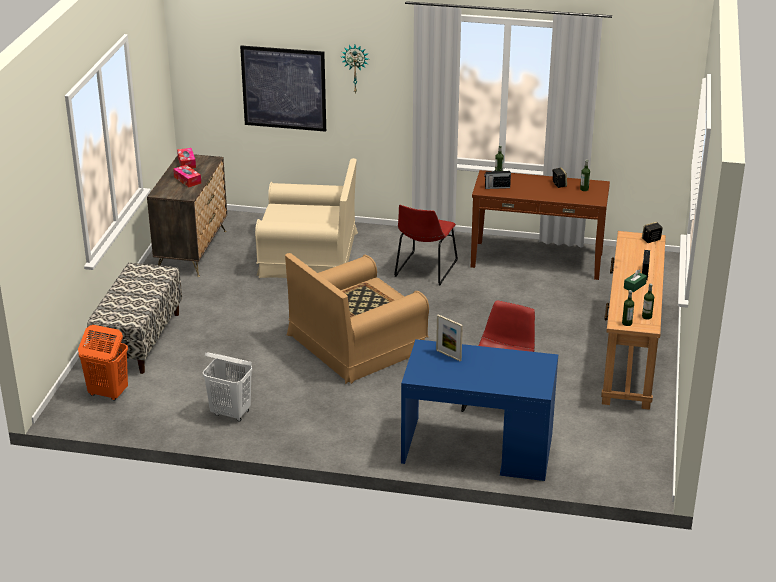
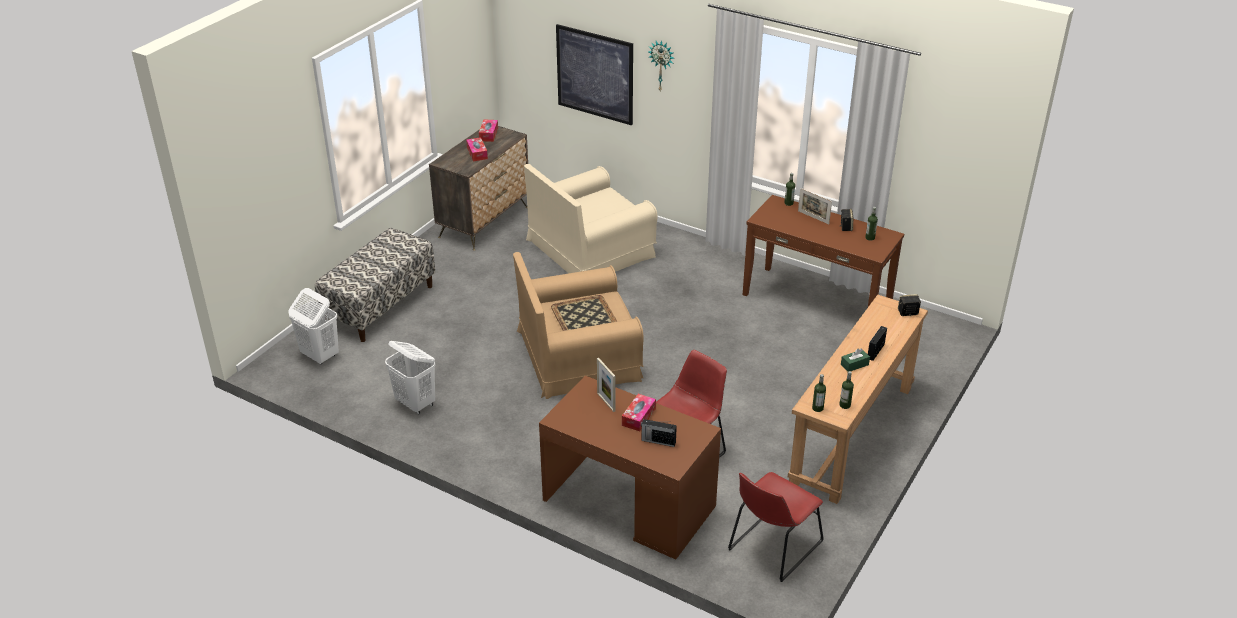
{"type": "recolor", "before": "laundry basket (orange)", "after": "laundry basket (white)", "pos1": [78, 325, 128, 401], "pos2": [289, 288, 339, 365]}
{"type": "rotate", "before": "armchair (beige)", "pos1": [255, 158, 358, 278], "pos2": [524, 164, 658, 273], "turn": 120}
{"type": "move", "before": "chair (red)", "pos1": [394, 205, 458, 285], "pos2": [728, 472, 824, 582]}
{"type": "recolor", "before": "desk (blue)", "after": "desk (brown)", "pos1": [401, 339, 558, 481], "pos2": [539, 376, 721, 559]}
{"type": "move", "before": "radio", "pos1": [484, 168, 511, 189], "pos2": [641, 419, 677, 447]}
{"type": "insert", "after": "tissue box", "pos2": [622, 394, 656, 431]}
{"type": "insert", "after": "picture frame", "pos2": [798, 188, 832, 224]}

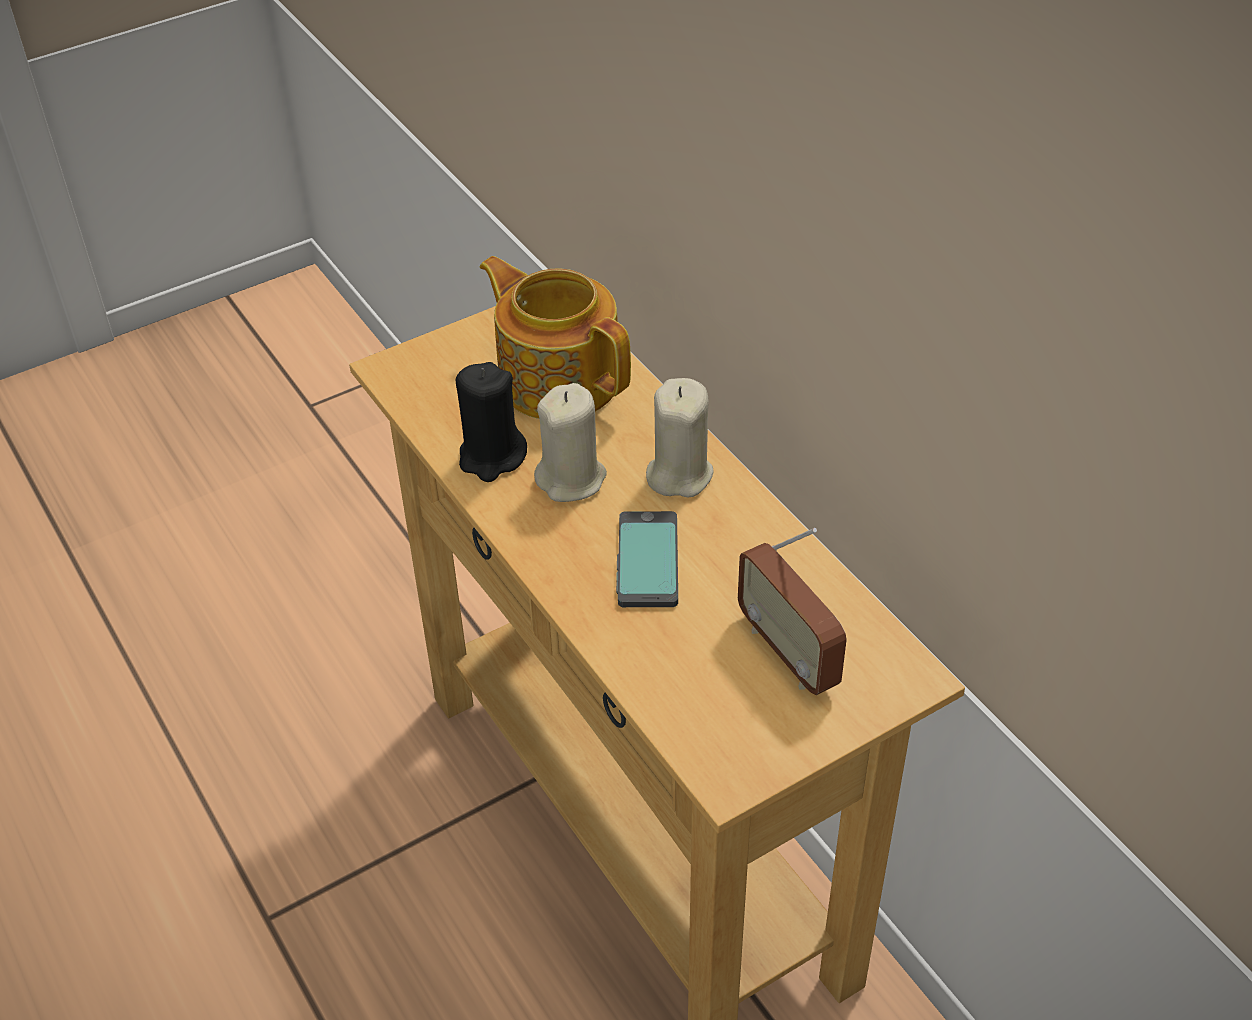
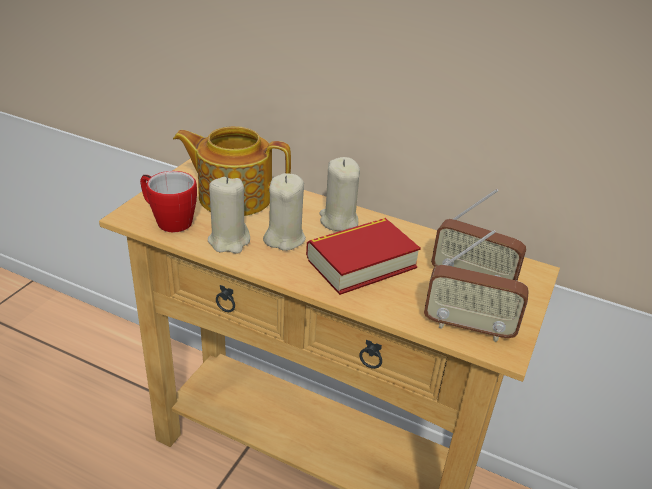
{"type": "recolor", "before": "candle (black)", "after": "candle (beige)", "pos1": [456, 362, 527, 482], "pos2": [208, 177, 250, 254]}
{"type": "replace", "before": "phone", "after": "book", "pos1": [616, 511, 678, 607], "pos2": [306, 218, 421, 295]}
{"type": "insert", "after": "mug", "pos2": [140, 171, 197, 232]}
{"type": "insert", "after": "radio", "pos2": [424, 230, 529, 342]}

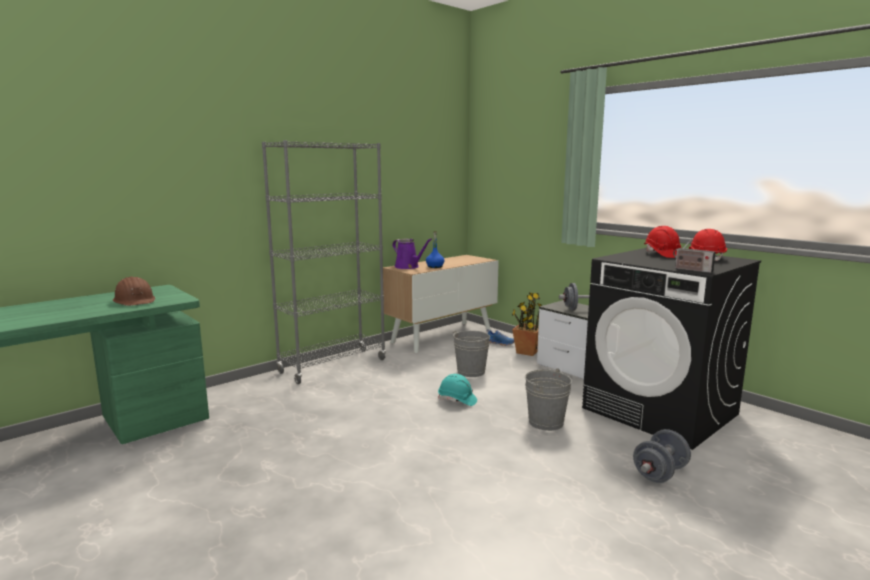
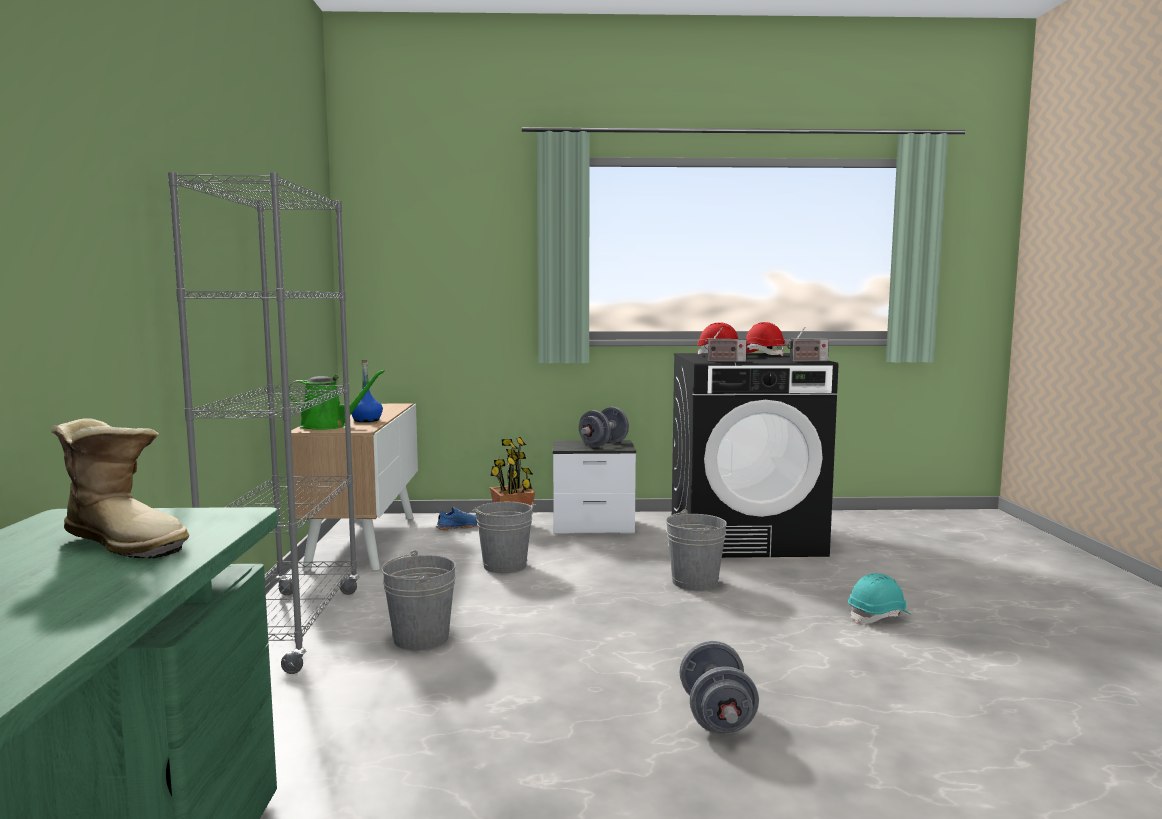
{"type": "replace", "before": "hard hat (brown)", "after": "boot", "pos1": [113, 277, 155, 306], "pos2": [51, 418, 189, 559]}
{"type": "recolor", "before": "watering can (purple)", "after": "watering can (green)", "pos1": [392, 238, 432, 269], "pos2": [289, 370, 385, 430]}
{"type": "move", "before": "hard hat (turquoise)", "pos1": [438, 374, 477, 406], "pos2": [848, 573, 911, 624]}
{"type": "move", "before": "dumbbell (grey)", "pos1": [633, 429, 691, 483], "pos2": [680, 641, 759, 734]}
{"type": "insert", "after": "bucket (grey)", "pos2": [381, 550, 456, 650]}
{"type": "insert", "after": "radio", "pos2": [704, 327, 747, 362]}

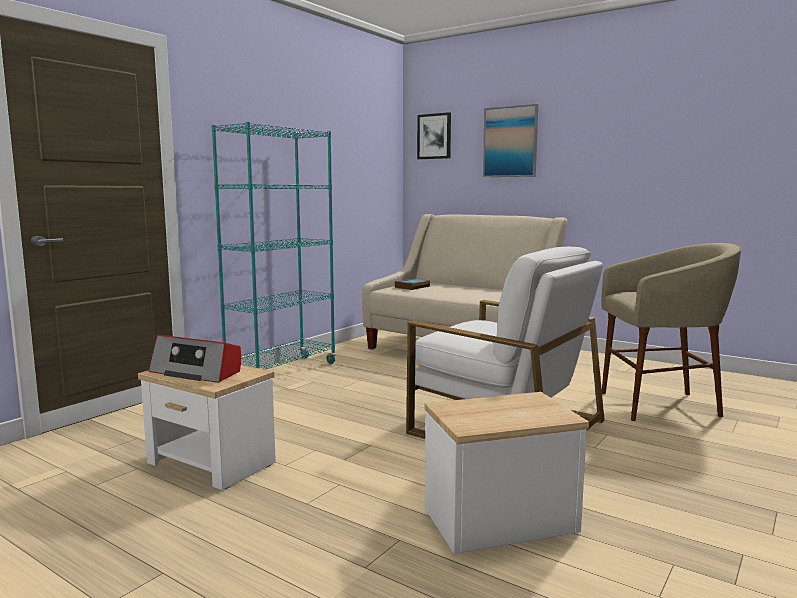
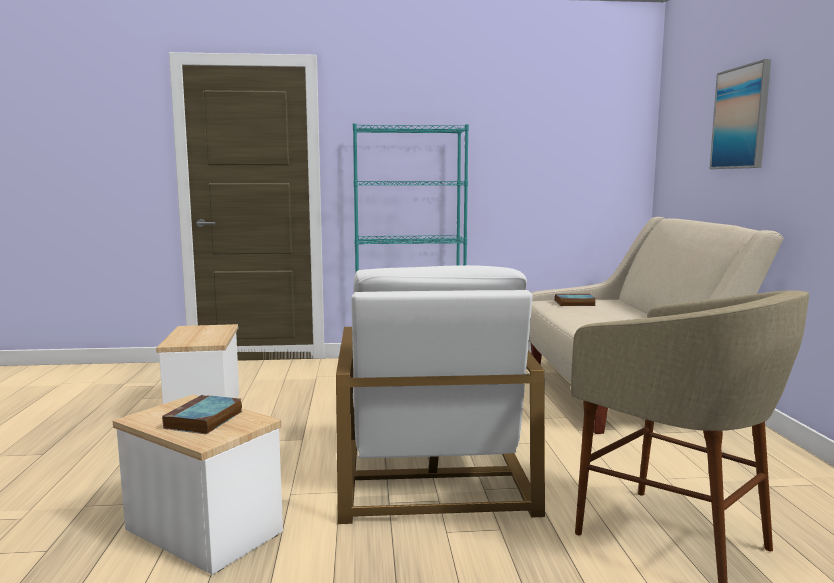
{"type": "delete", "before": "radio", "pos1": [148, 335, 241, 383]}
{"type": "delete", "before": "picture", "pos1": [417, 112, 451, 159]}
{"type": "insert", "after": "book", "pos2": [162, 395, 242, 434]}

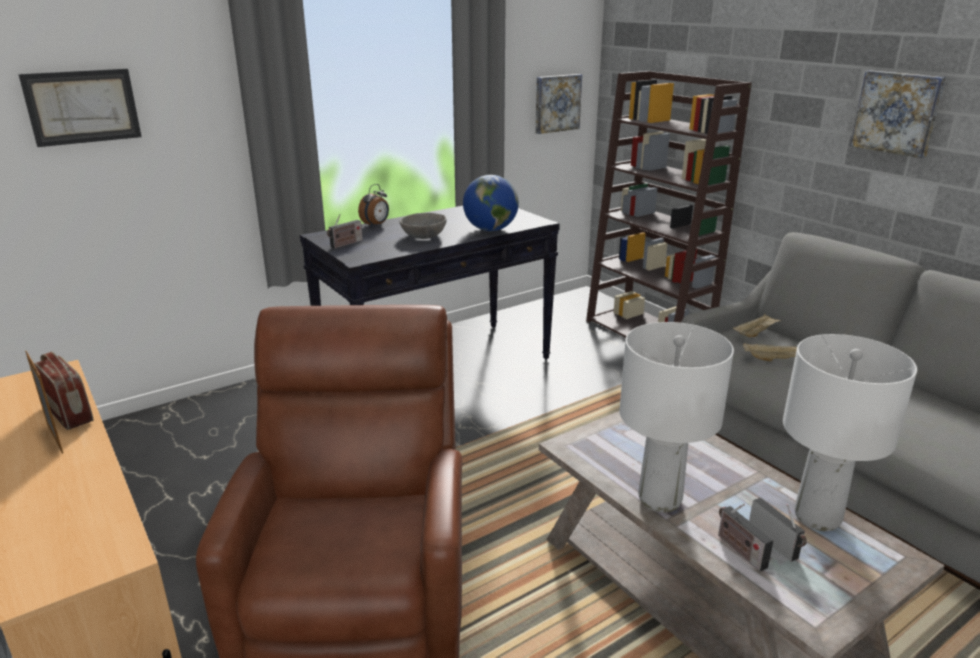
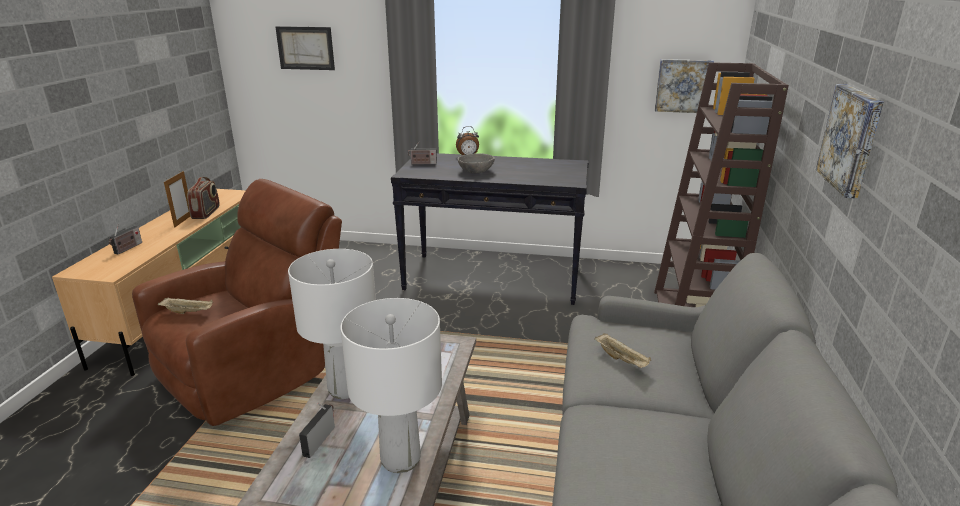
{"type": "delete", "before": "globe", "pos1": [463, 175, 519, 231]}
{"type": "move", "before": "tray (beige)", "pos1": [733, 314, 782, 337], "pos2": [158, 297, 213, 314]}
{"type": "move", "before": "radio", "pos1": [749, 498, 807, 562], "pos2": [109, 224, 142, 255]}

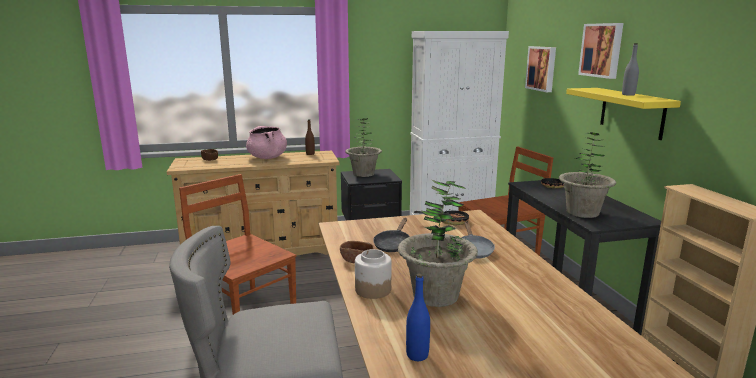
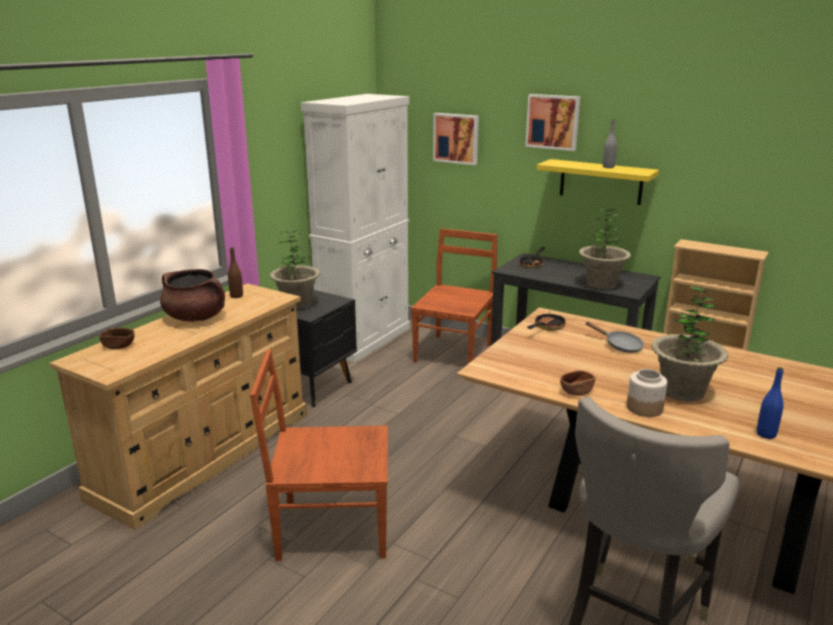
{"type": "recolor", "before": "cooking pot (pink)", "after": "cooking pot (brown)", "pos1": [246, 126, 287, 159], "pos2": [160, 269, 225, 321]}
{"type": "delete", "before": "frying pan (black)", "pos1": [373, 218, 410, 252]}

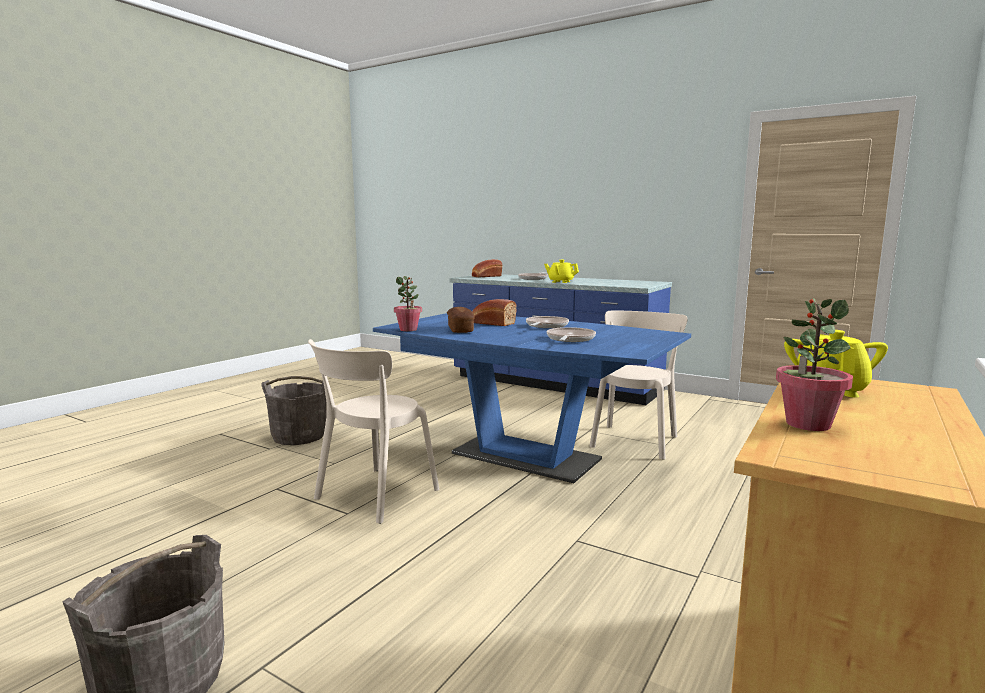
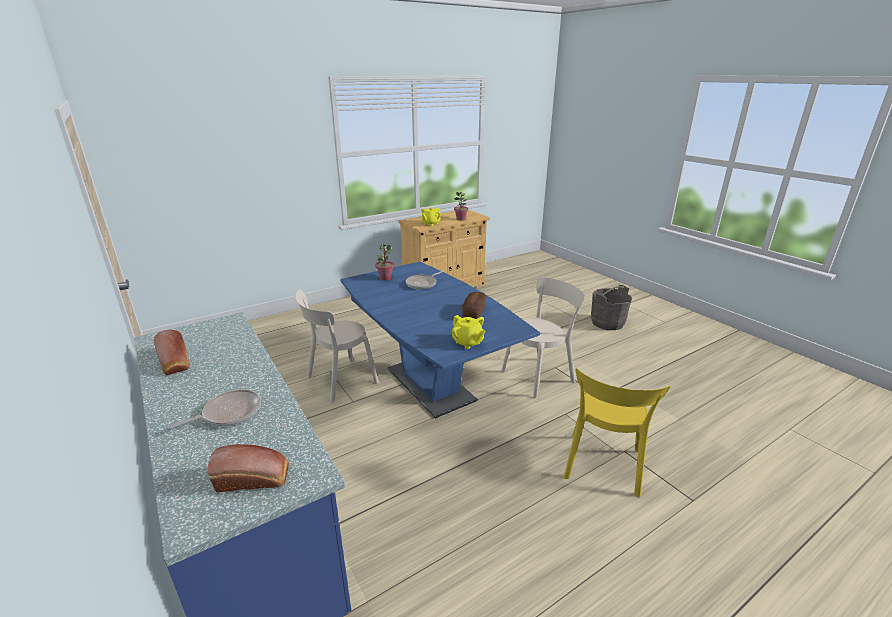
{"type": "replace", "before": "bucket (grey)", "after": "chair (yellow)", "pos1": [261, 376, 327, 445], "pos2": [564, 368, 671, 498]}
{"type": "move", "before": "potted plant", "pos1": [394, 276, 422, 331], "pos2": [375, 243, 394, 280]}
{"type": "move", "before": "bread", "pos1": [473, 299, 517, 326], "pos2": [154, 330, 190, 375]}
{"type": "delete", "before": "frying pan", "pos1": [526, 316, 569, 328]}
{"type": "move", "before": "teapot (yellow)", "pos1": [544, 260, 579, 283], "pos2": [452, 315, 485, 349]}

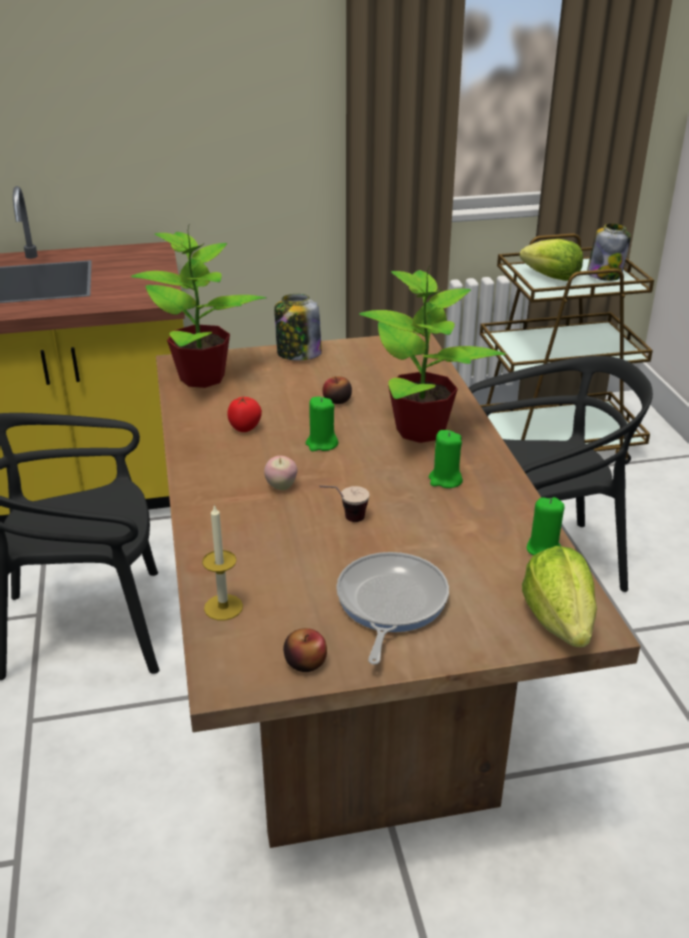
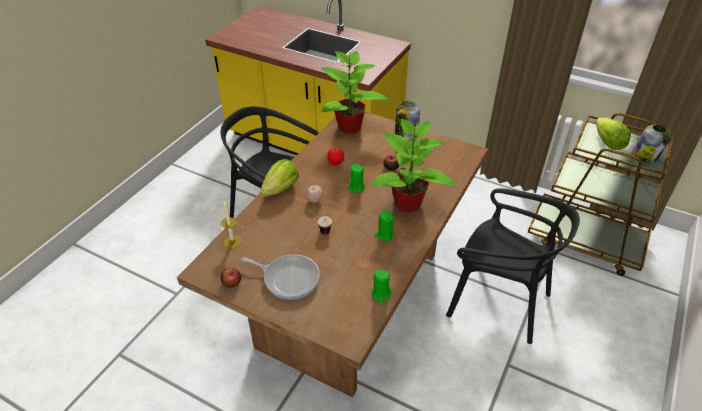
{"type": "rotate", "before": "frying pan", "pos1": [336, 552, 449, 665], "pos2": [242, 254, 320, 300], "turn": 60}
{"type": "move", "before": "lettuce", "pos1": [522, 546, 597, 647], "pos2": [260, 159, 299, 196]}

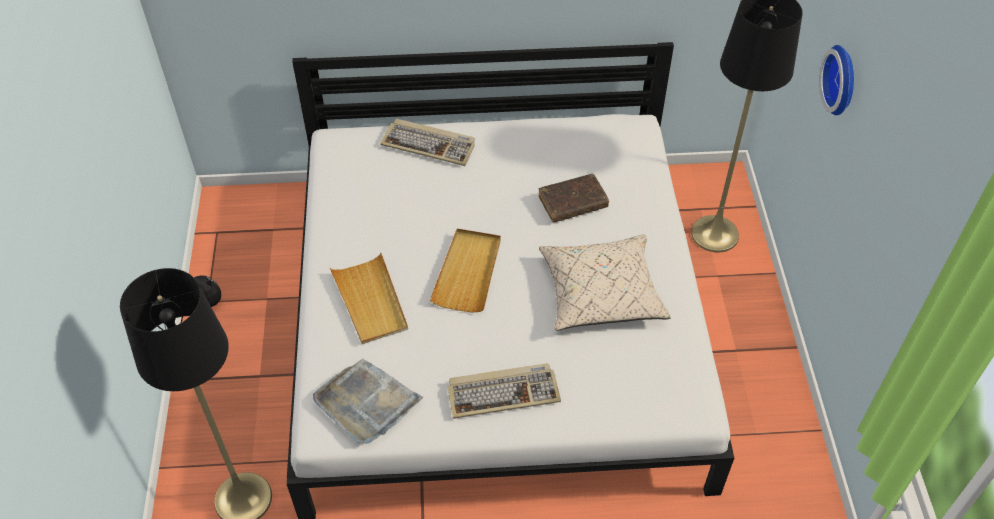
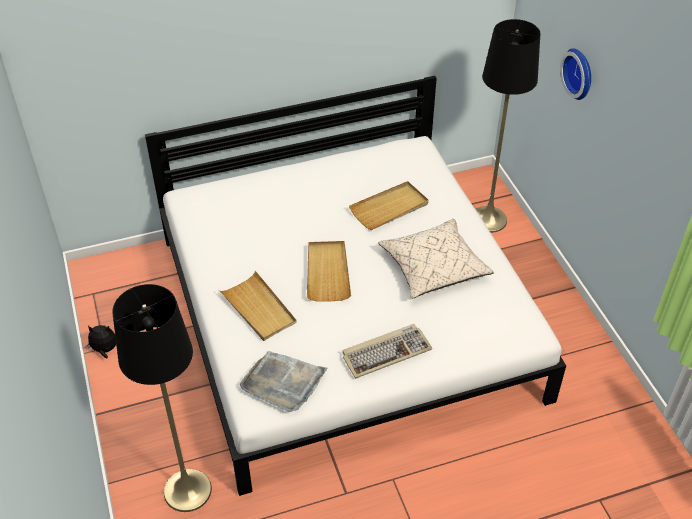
{"type": "delete", "before": "keyboard", "pos1": [380, 119, 475, 166]}
{"type": "replace", "before": "book (brown)", "after": "tray (beige)", "pos1": [539, 174, 609, 222], "pos2": [349, 181, 429, 230]}

